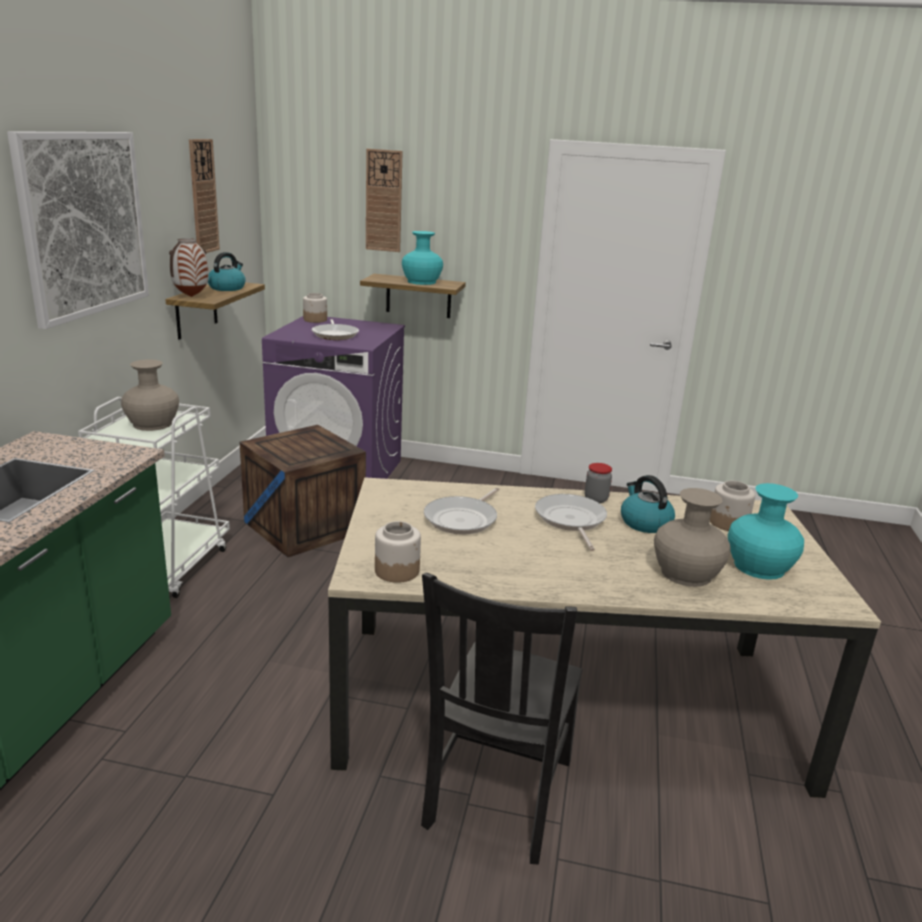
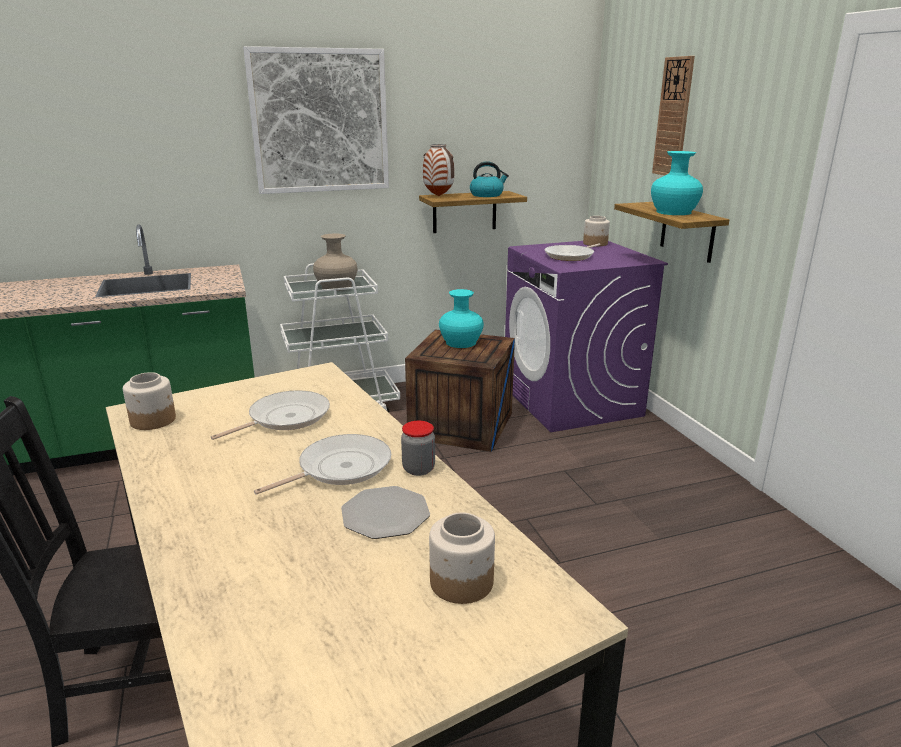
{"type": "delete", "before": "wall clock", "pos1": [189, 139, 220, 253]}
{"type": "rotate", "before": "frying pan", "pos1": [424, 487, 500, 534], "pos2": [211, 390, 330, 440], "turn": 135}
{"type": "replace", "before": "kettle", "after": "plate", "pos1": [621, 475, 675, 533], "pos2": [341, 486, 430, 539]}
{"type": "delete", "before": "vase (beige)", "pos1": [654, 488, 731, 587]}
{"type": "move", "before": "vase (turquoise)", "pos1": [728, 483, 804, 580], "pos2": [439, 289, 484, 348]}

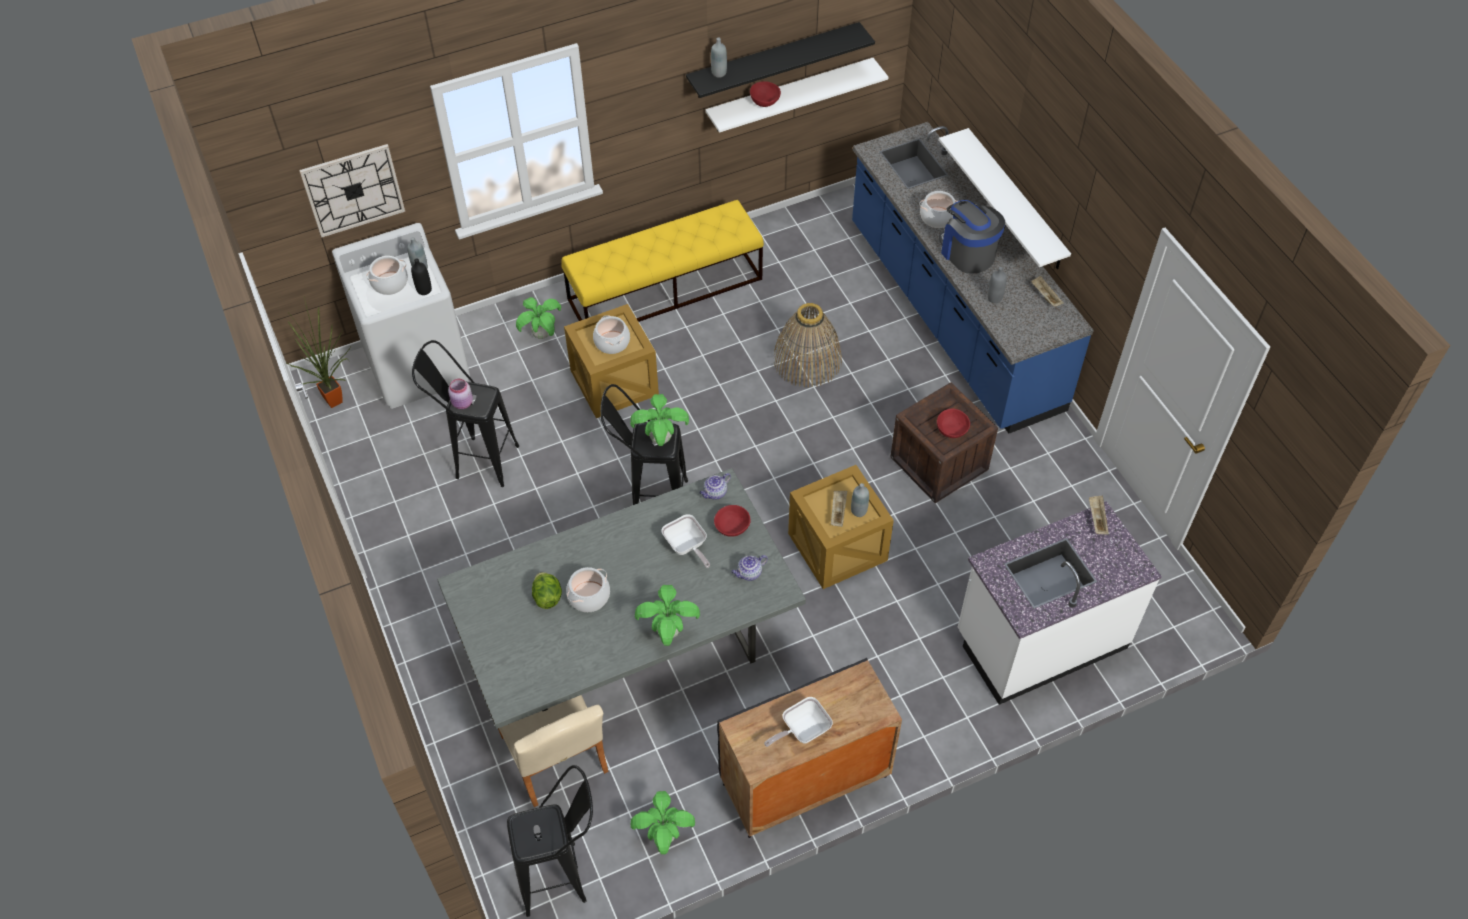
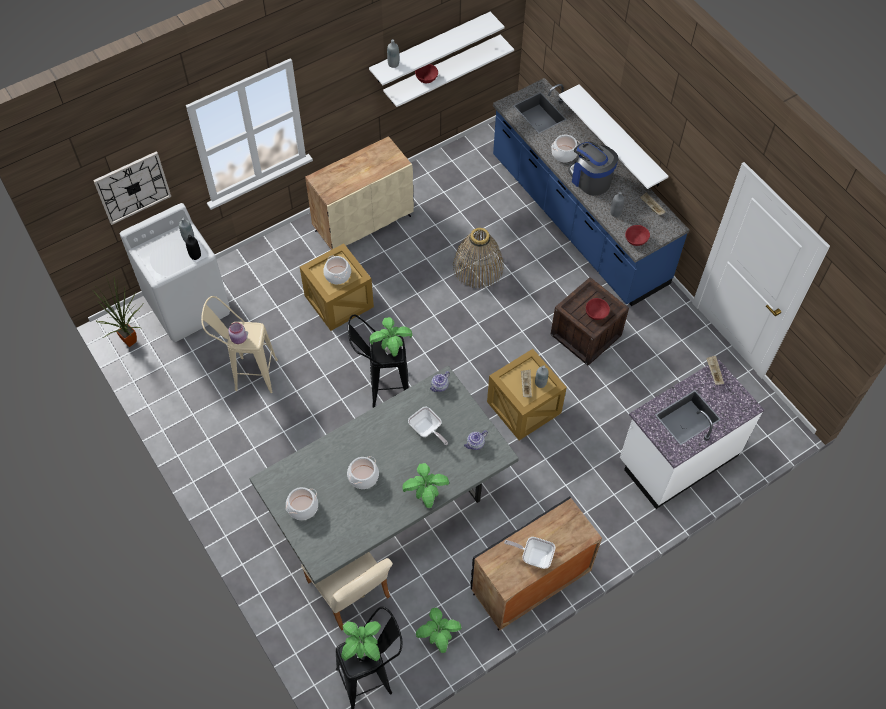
{"type": "move", "before": "cooking pot", "pos1": [366, 256, 408, 295], "pos2": [286, 487, 318, 520]}
{"type": "recolor", "before": "stool (black)", "after": "stool (beige)", "pos1": [412, 340, 519, 487], "pos2": [201, 296, 278, 393]}
{"type": "move", "before": "potted plant", "pos1": [516, 297, 561, 339], "pos2": [341, 621, 381, 661]}
{"type": "delete", "before": "lettuce", "pos1": [532, 572, 562, 609]}
{"type": "replace", "before": "bench (yellow)", "after": "cabinet (beige)", "pos1": [561, 200, 764, 322], "pos2": [305, 136, 414, 250]}
{"type": "recolor", "before": "shelf (black)", "after": "shelf (white)", "pos1": [686, 22, 875, 98], "pos2": [369, 12, 505, 85]}
{"type": "move", "before": "bowl (red)", "pos1": [714, 505, 751, 537], "pos2": [625, 225, 650, 246]}
{"type": "rotate", "before": "frying pan", "pos1": [764, 697, 833, 747], "pos2": [504, 537, 556, 569], "turn": 60}

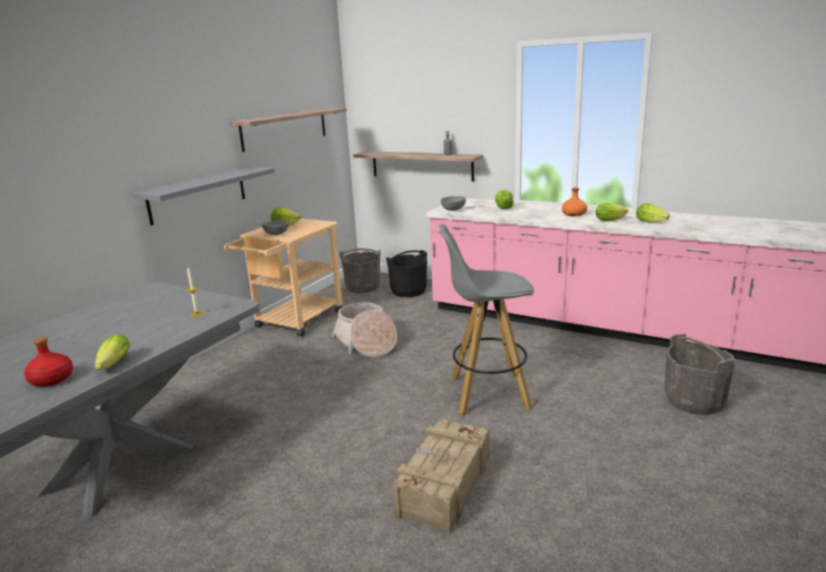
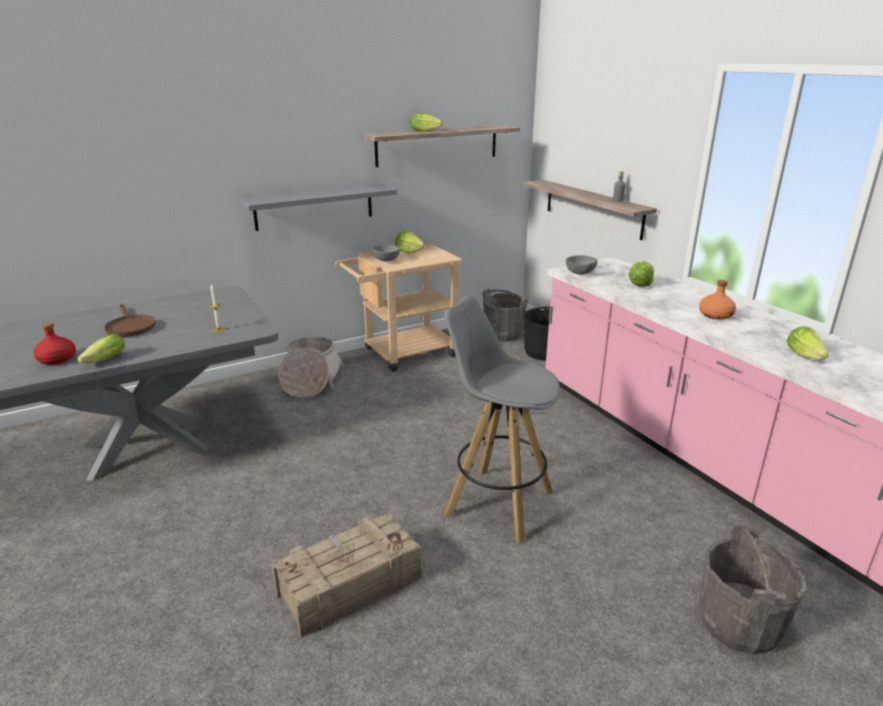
{"type": "move", "before": "basket", "pos1": [332, 302, 397, 357], "pos2": [279, 337, 343, 398]}
{"type": "move", "before": "lettuce", "pos1": [596, 203, 628, 221], "pos2": [410, 113, 442, 131]}
{"type": "insert", "after": "frying pan (brown)", "pos2": [104, 304, 156, 337]}

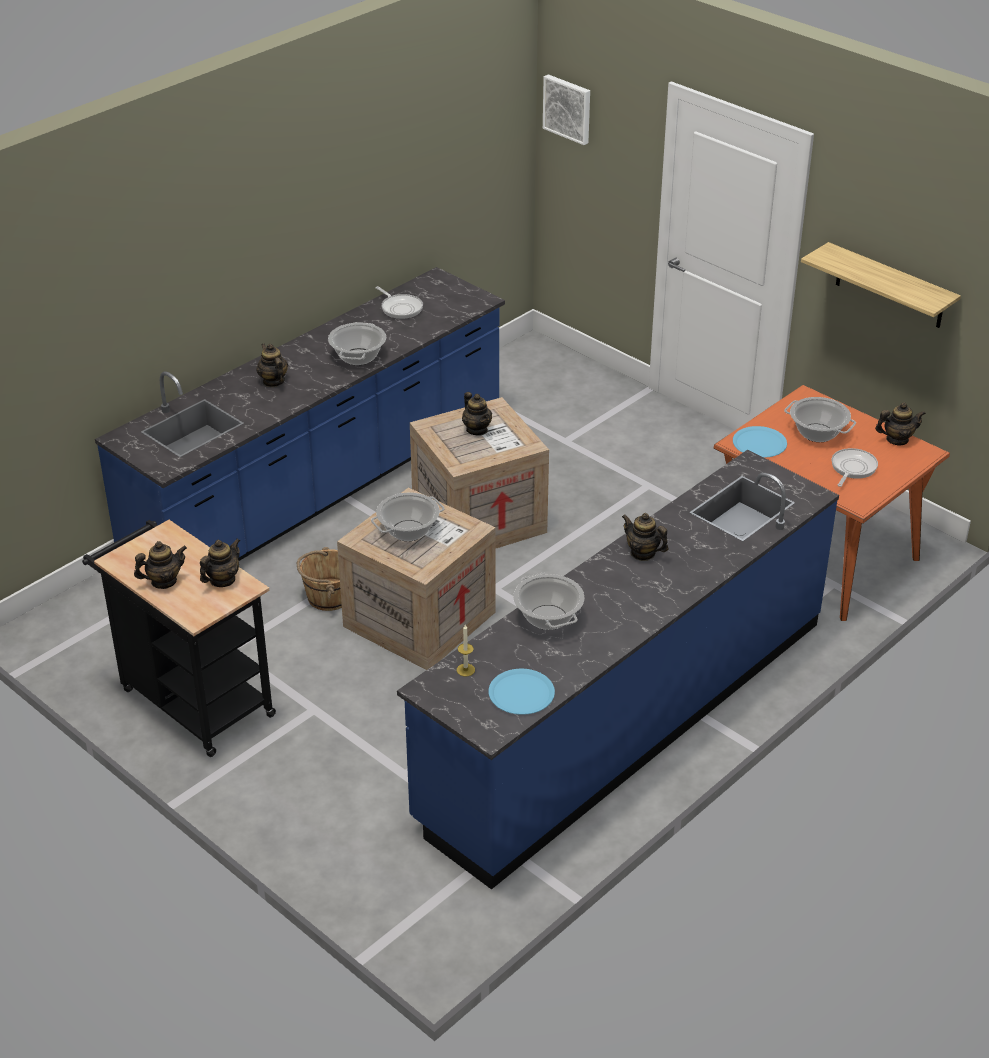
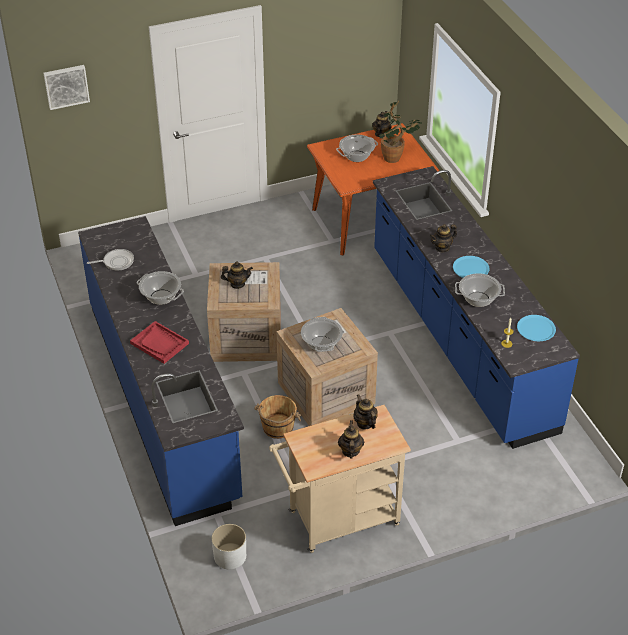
{"type": "recolor", "before": "cart (black)", "after": "cart (beige)", "pos1": [82, 520, 276, 757], "pos2": [269, 405, 411, 553]}
{"type": "replace", "before": "teapot", "after": "tray (red)", "pos1": [256, 344, 288, 387], "pos2": [130, 321, 189, 364]}
{"type": "move", "before": "plate (blue)", "pos1": [733, 426, 787, 458], "pos2": [453, 256, 490, 278]}
{"type": "delete", "before": "shelf", "pos1": [801, 242, 961, 328]}
{"type": "replace", "before": "frying pan", "after": "potted plant", "pos1": [831, 448, 878, 487], "pos2": [379, 101, 422, 163]}
{"type": "insert", "after": "planter (white)", "pos2": [212, 524, 246, 570]}

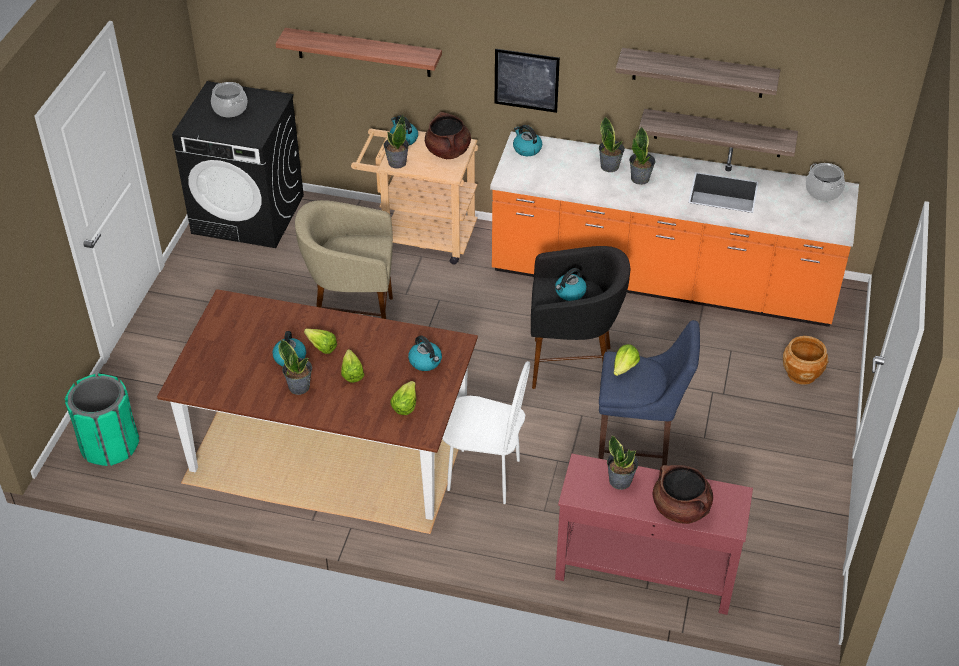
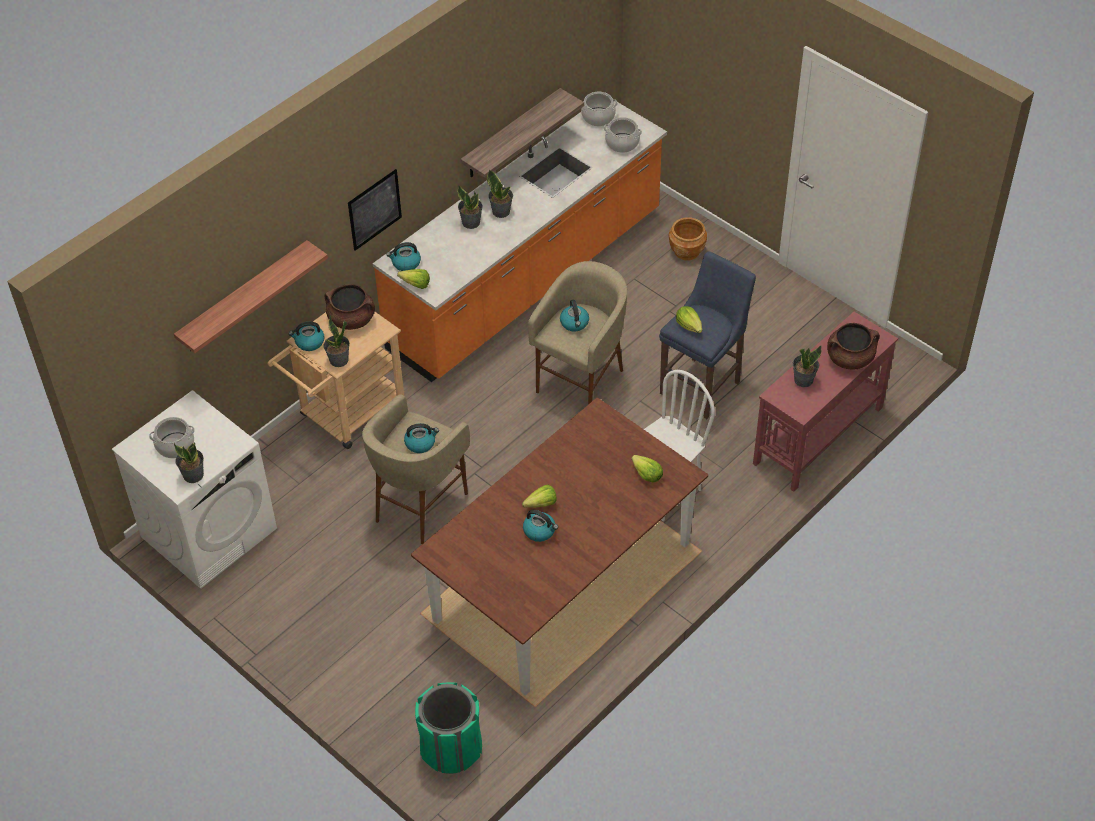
{"type": "recolor", "before": "washing machine (black)", "after": "washing machine (white)", "pos1": [172, 81, 304, 248], "pos2": [112, 390, 277, 589]}
{"type": "move", "before": "potted plant", "pos1": [279, 340, 312, 395], "pos2": [174, 443, 204, 483]}
{"type": "move", "before": "lettuce", "pos1": [341, 349, 364, 383], "pos2": [397, 269, 430, 289]}
{"type": "move", "before": "kettle", "pos1": [408, 335, 442, 371], "pos2": [404, 423, 439, 453]}
{"type": "recolor", "before": "stool (black)", "after": "stool (beige)", "pos1": [531, 246, 630, 389], "pos2": [528, 261, 627, 404]}
{"type": "delete", "before": "shelf", "pos1": [615, 48, 780, 98]}
{"type": "insert", "after": "cooking pot", "pos2": [604, 117, 642, 153]}

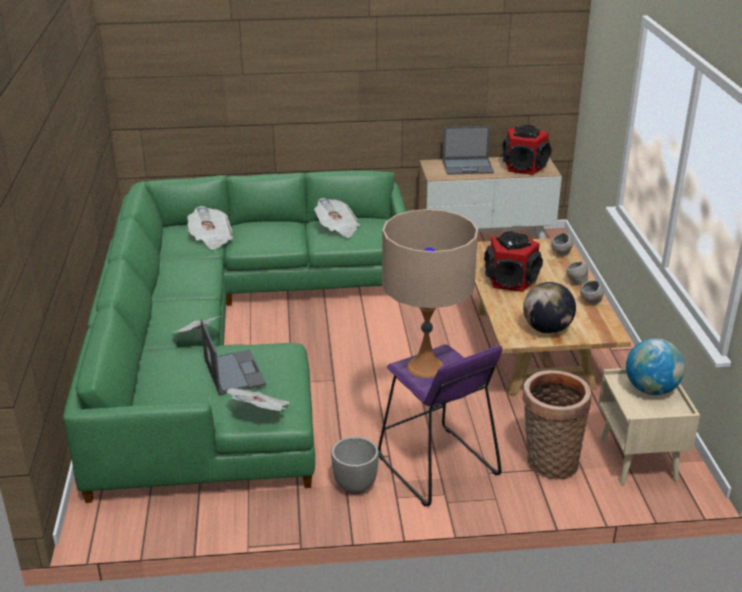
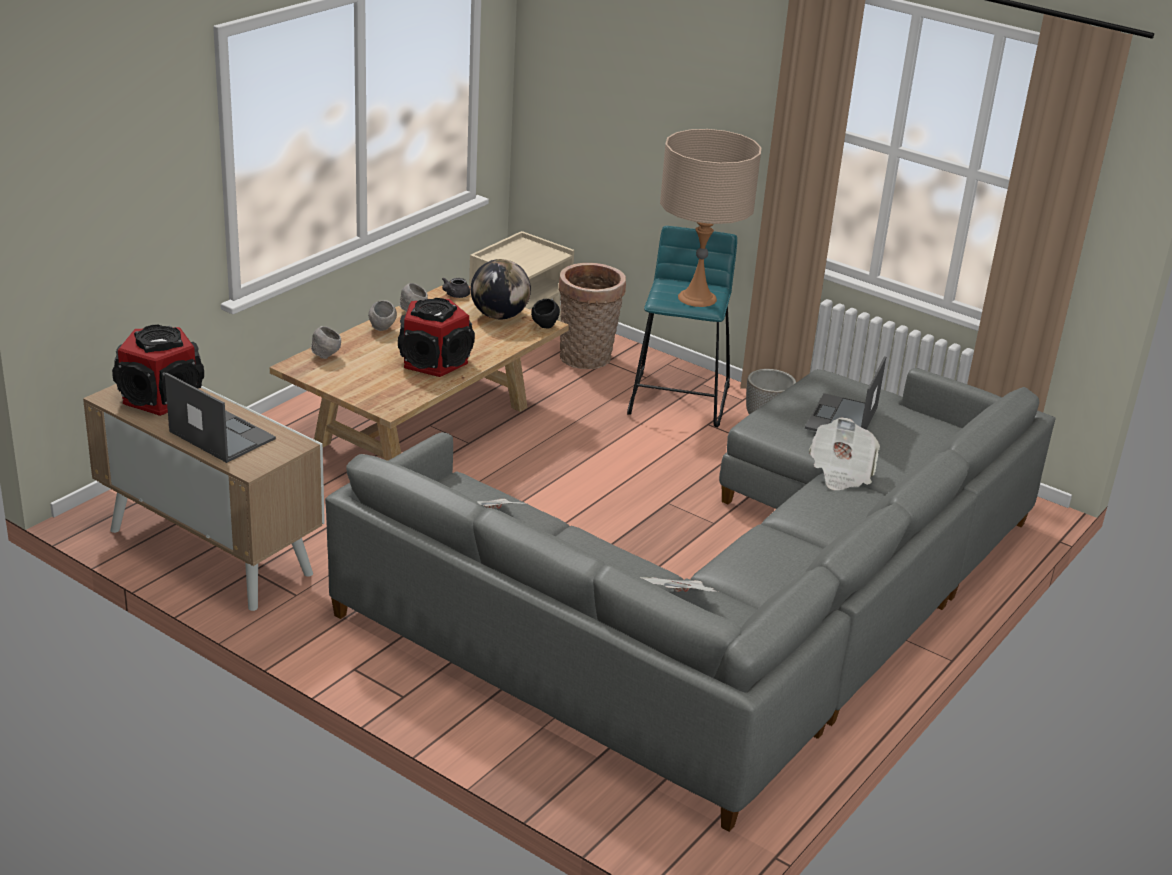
{"type": "recolor", "before": "sofa (green)", "after": "sofa (grey)", "pos1": [63, 170, 406, 503], "pos2": [325, 368, 1055, 832]}
{"type": "delete", "before": "newspaper", "pos1": [227, 388, 290, 411]}
{"type": "recolor", "before": "stool (purple)", "after": "stool (turquoise)", "pos1": [378, 344, 502, 507], "pos2": [627, 226, 737, 427]}
{"type": "delete", "before": "globe", "pos1": [626, 338, 685, 395]}
{"type": "insert", "after": "teapot (grey)", "pos2": [442, 277, 470, 298]}
{"type": "insert", "after": "bowl (black)", "pos2": [531, 299, 560, 329]}

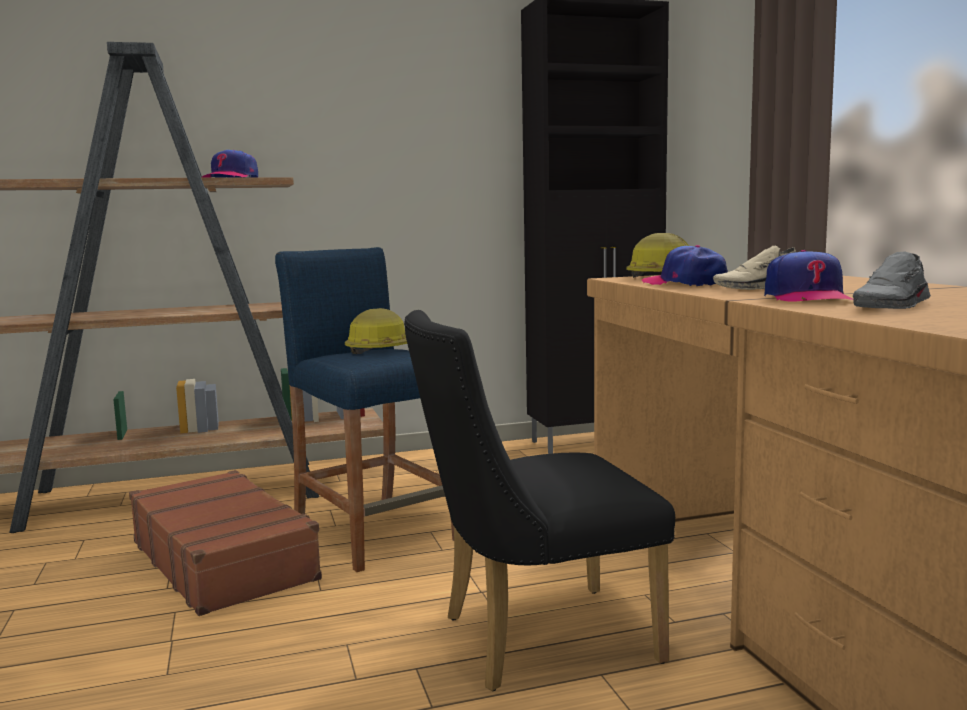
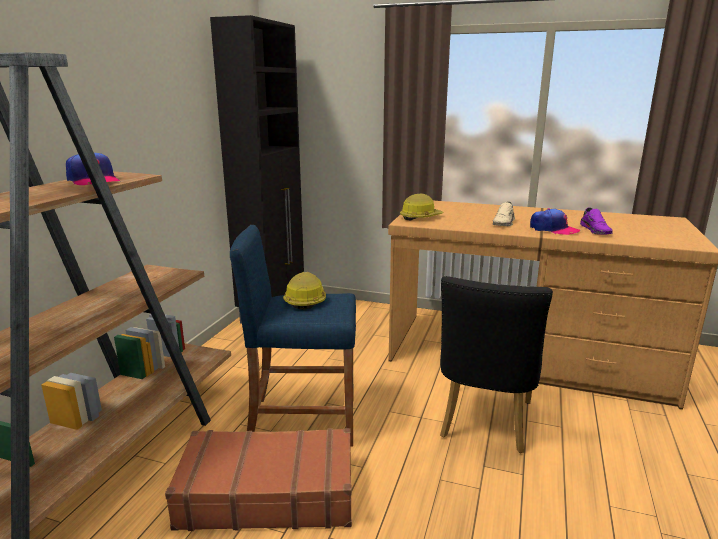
{"type": "delete", "before": "cap", "pos1": [641, 245, 728, 286]}
{"type": "recolor", "before": "shoe (grey)", "after": "shoe (purple)", "pos1": [853, 251, 931, 309], "pos2": [580, 208, 613, 235]}

